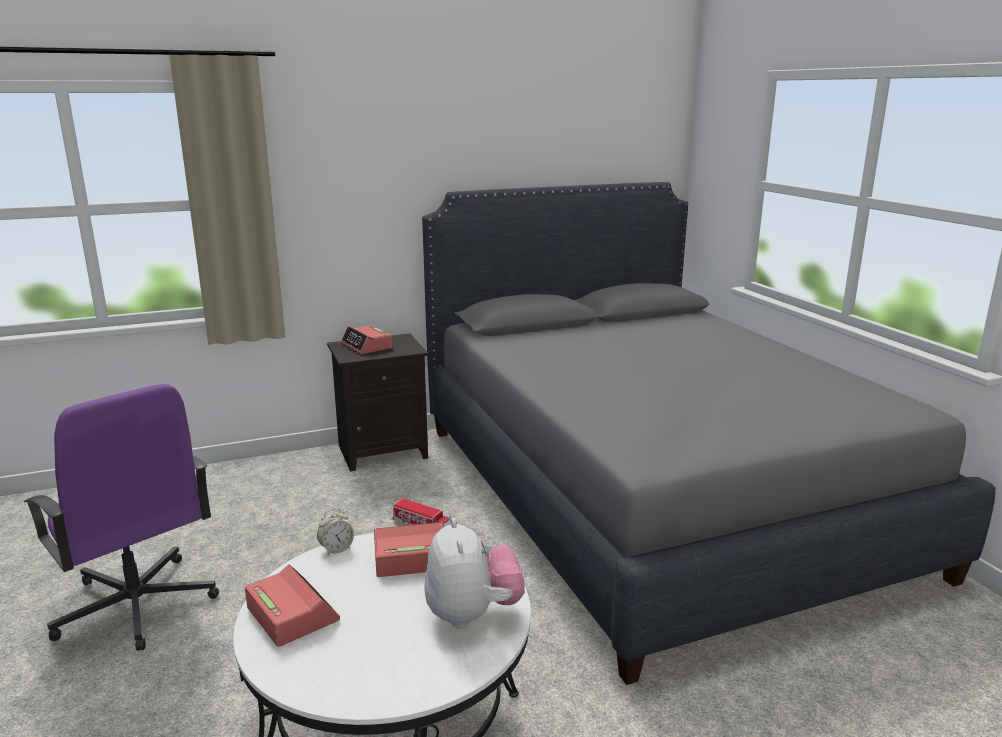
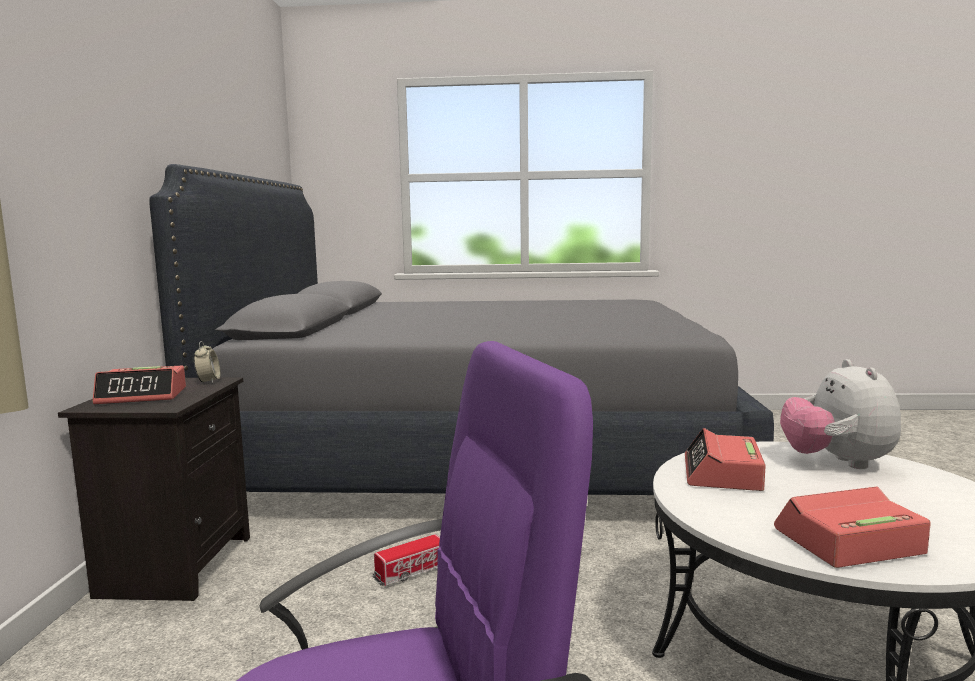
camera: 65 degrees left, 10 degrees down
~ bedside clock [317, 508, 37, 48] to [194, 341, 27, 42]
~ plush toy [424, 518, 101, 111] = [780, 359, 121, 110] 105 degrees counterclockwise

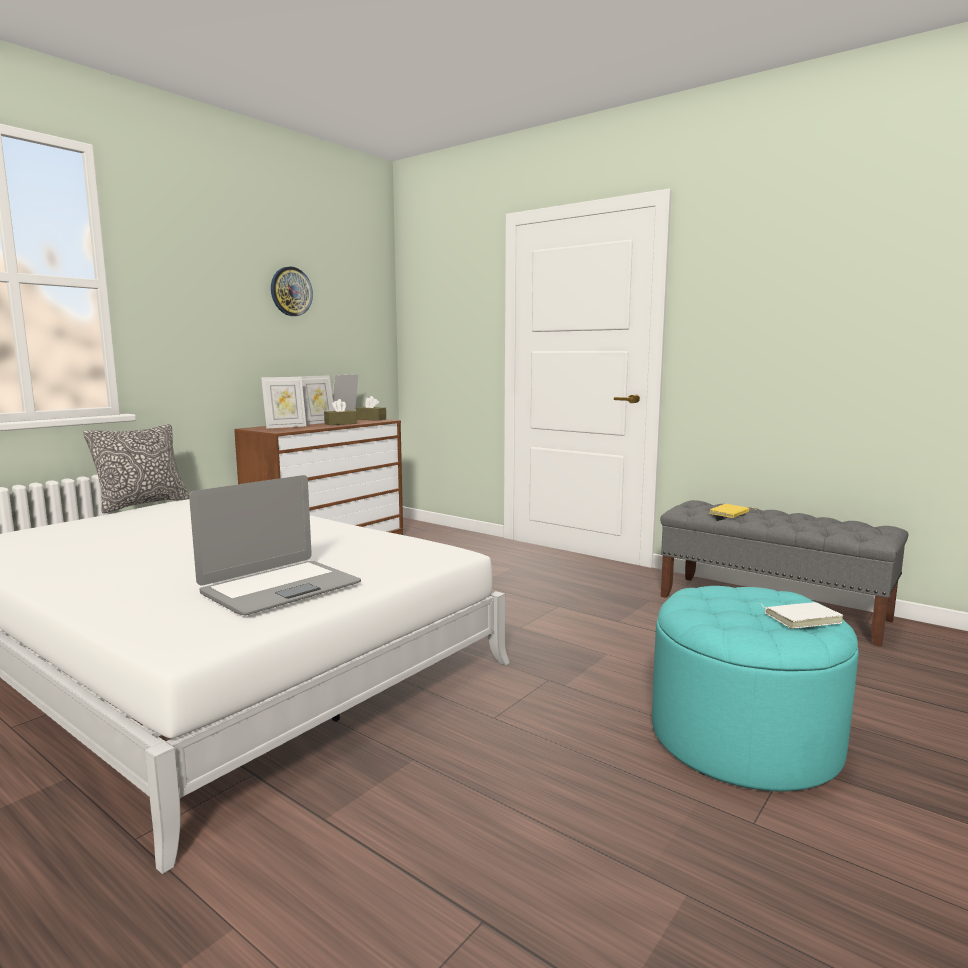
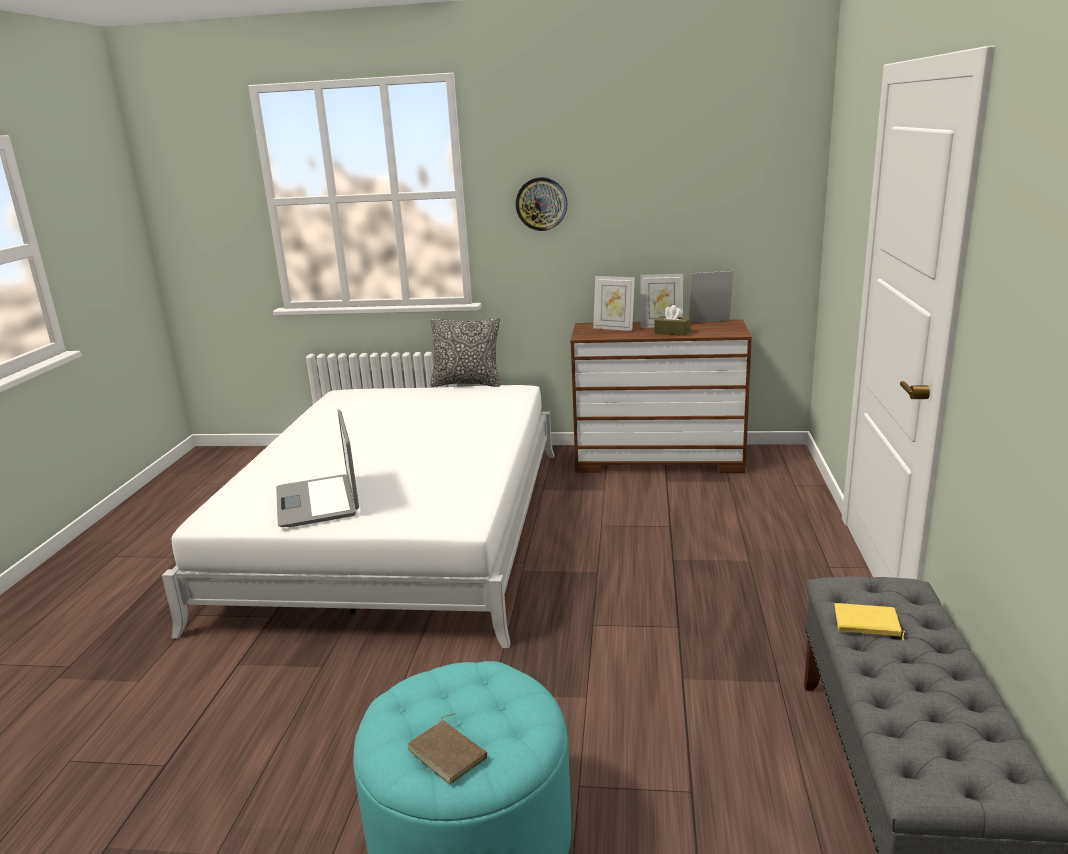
camera: 60 degrees right, 10 degrees up
~ wall clock [271, 266, 42, 50] to [516, 177, 52, 54]
- brownish tissue holder [356, 396, 30, 25]
~ laptop [189, 475, 172, 140] = [276, 410, 83, 117] 60 degrees clockwise
~ whitish bound book [757, 602, 87, 26] to brownish bound book [407, 713, 80, 71]

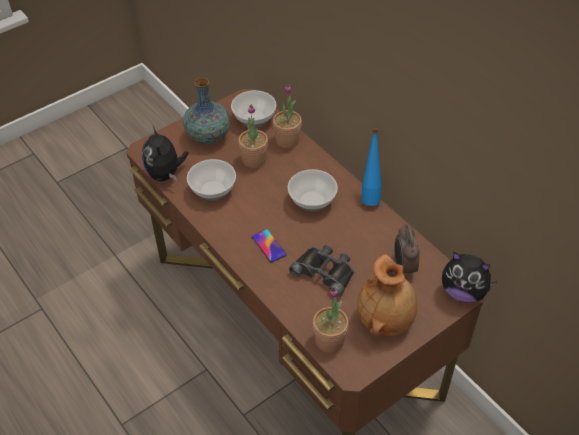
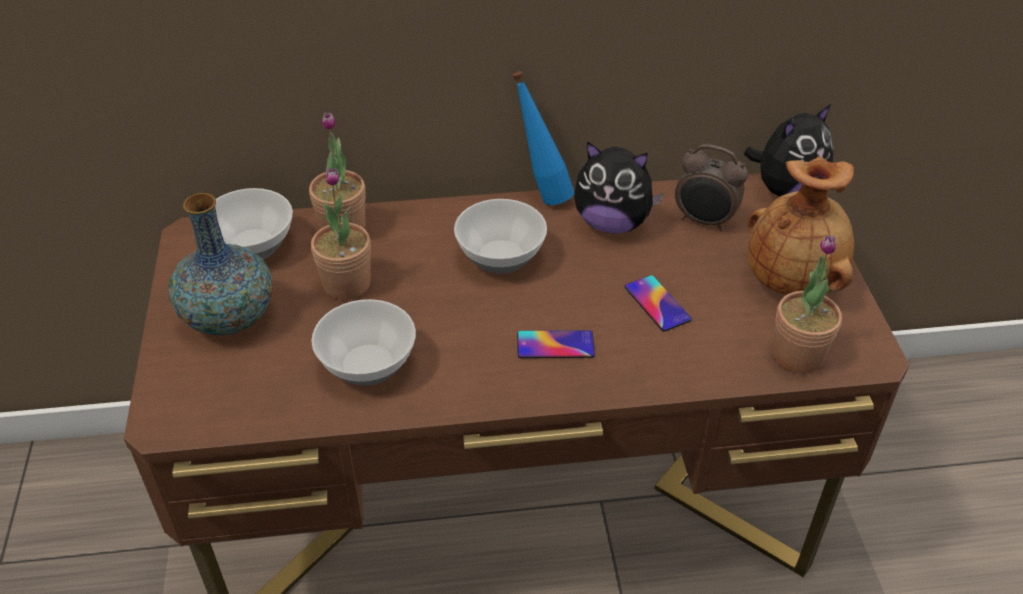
camera: 60 degrees left, 5 degrees down
~ plush toy [142, 125, 46, 56] to [574, 141, 90, 93]
~ black field glasses [289, 245, 65, 52] to telephone [624, 275, 68, 57]

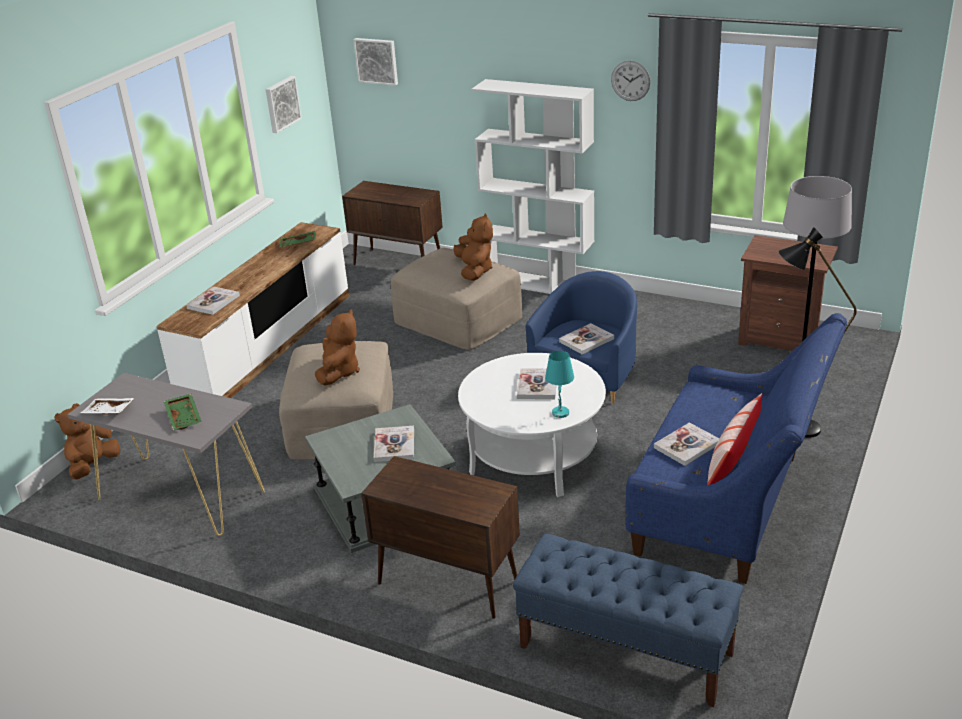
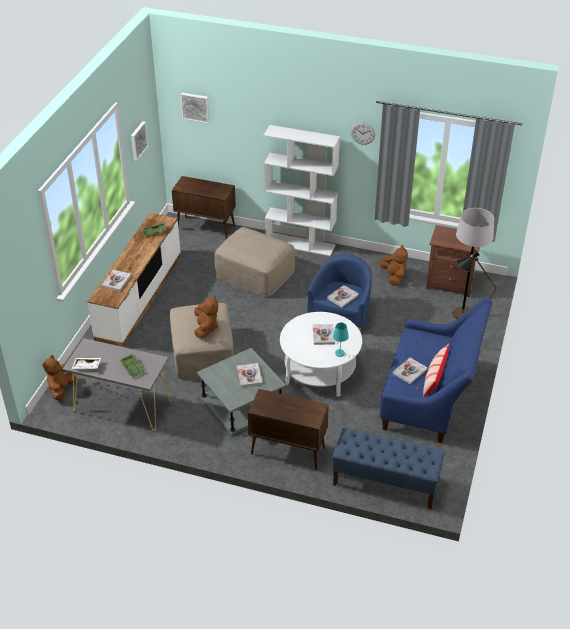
camera: 10 degrees left, 10 degrees up
~ brownish plush toy [454, 213, 39, 68] to [380, 245, 28, 41]

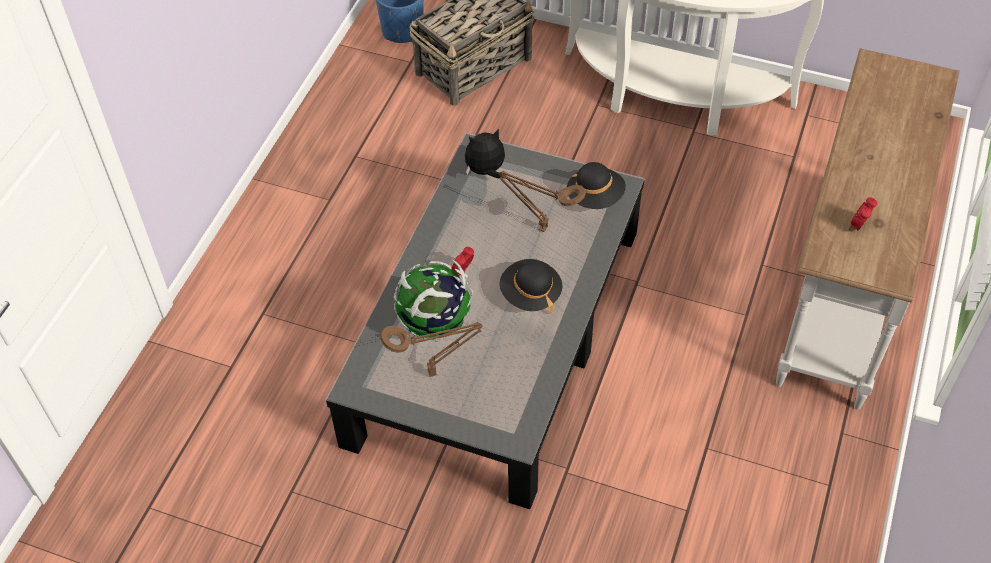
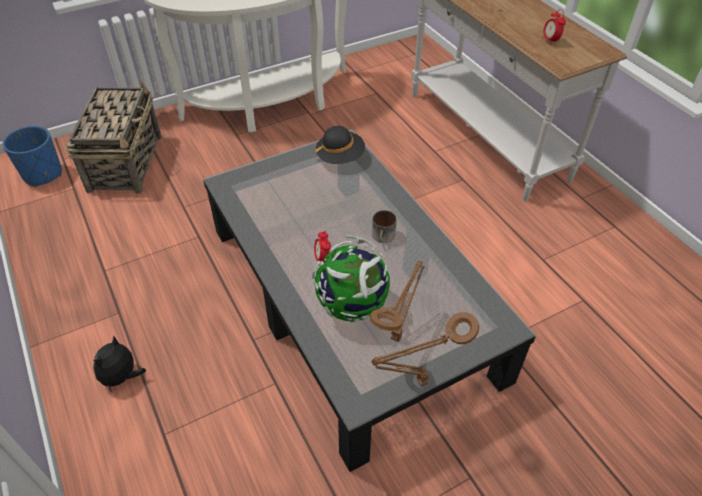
camera: 50 degrees left, 5 degrees down
~ plush toy [465, 129, 40, 50] to [93, 335, 53, 57]
~ brownish table lamp [499, 171, 87, 61] to [371, 312, 108, 74]
~ black clothing hat [499, 259, 64, 55] to mug [372, 210, 25, 33]

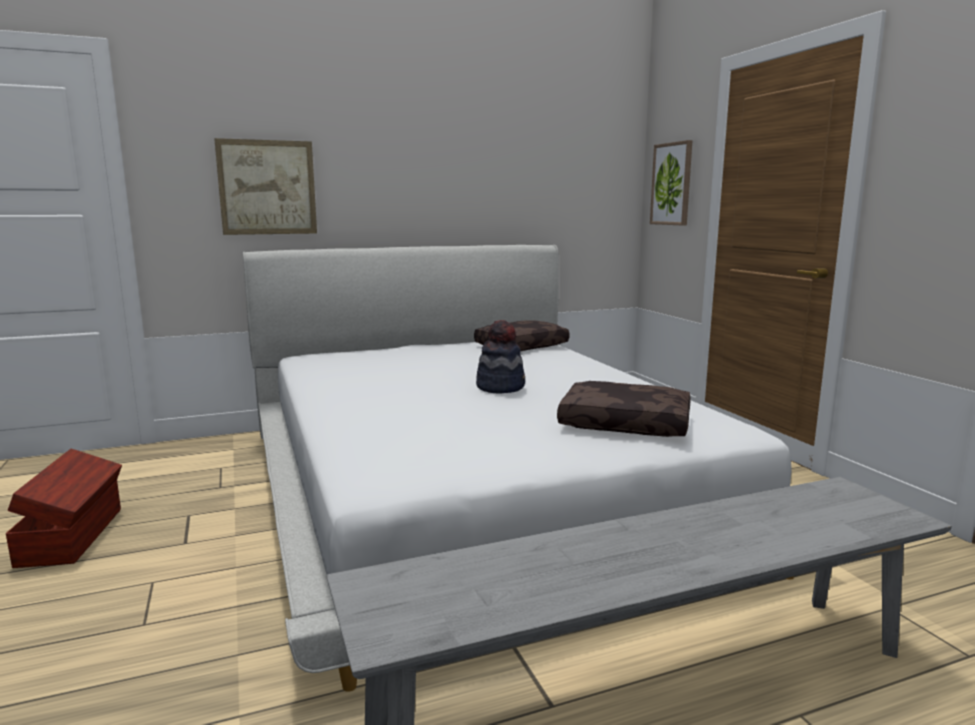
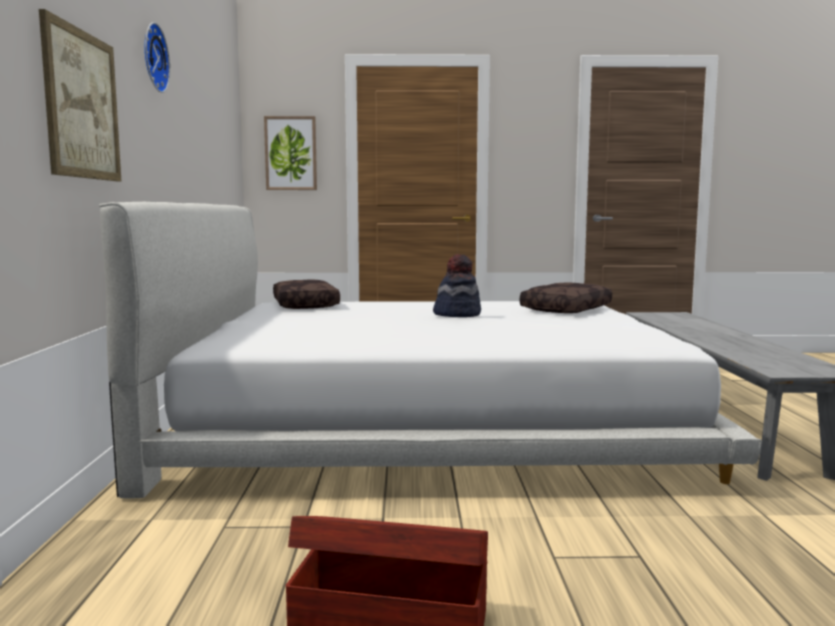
camera: 70 degrees left, 5 degrees down
+ wall clock [144, 22, 26, 71]

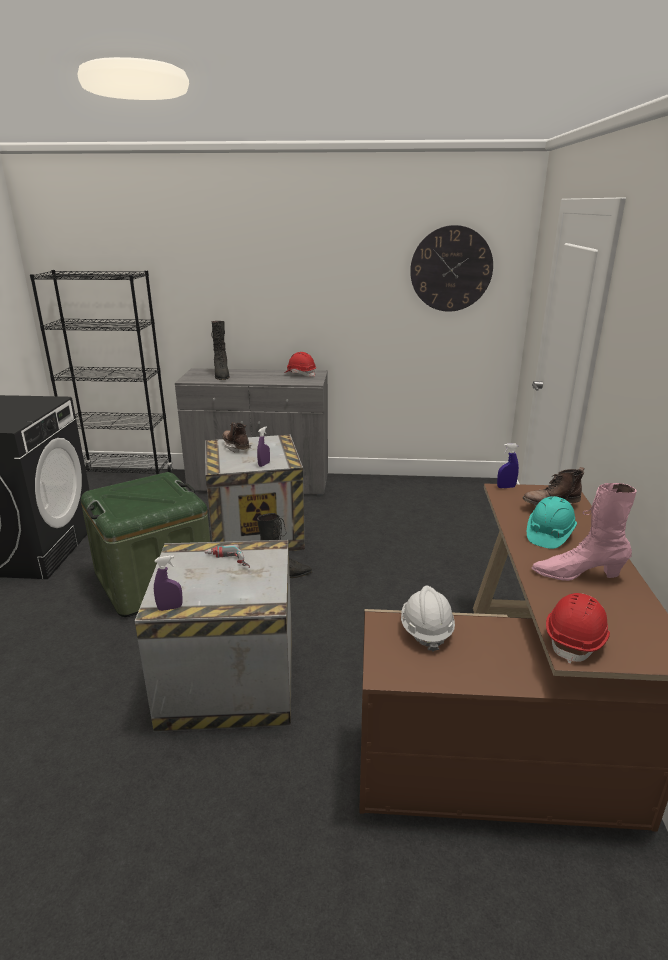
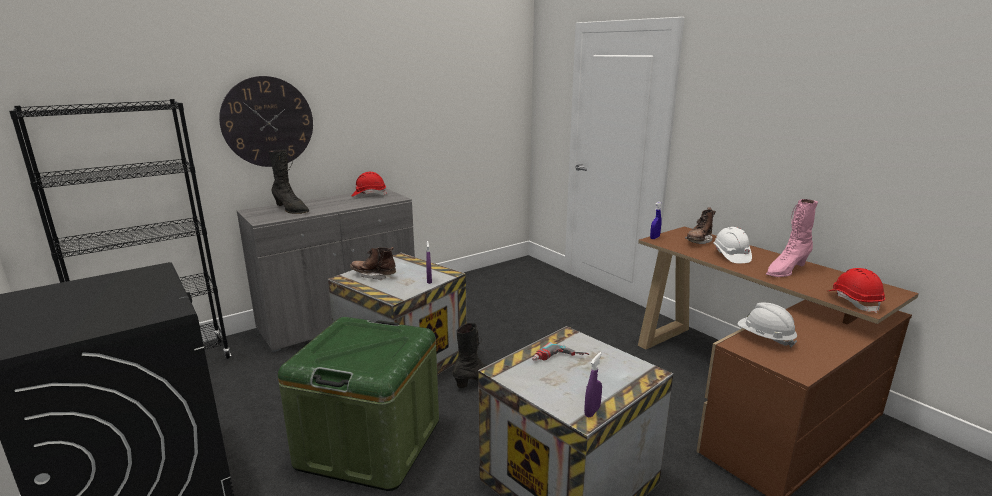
camera: 40 degrees left, 5 degrees down
~ wall clock [410, 225, 83, 87] to [219, 76, 94, 91]
~ turquoise-coloured hard hat [527, 496, 50, 53] to whitish hard hat [713, 227, 39, 36]

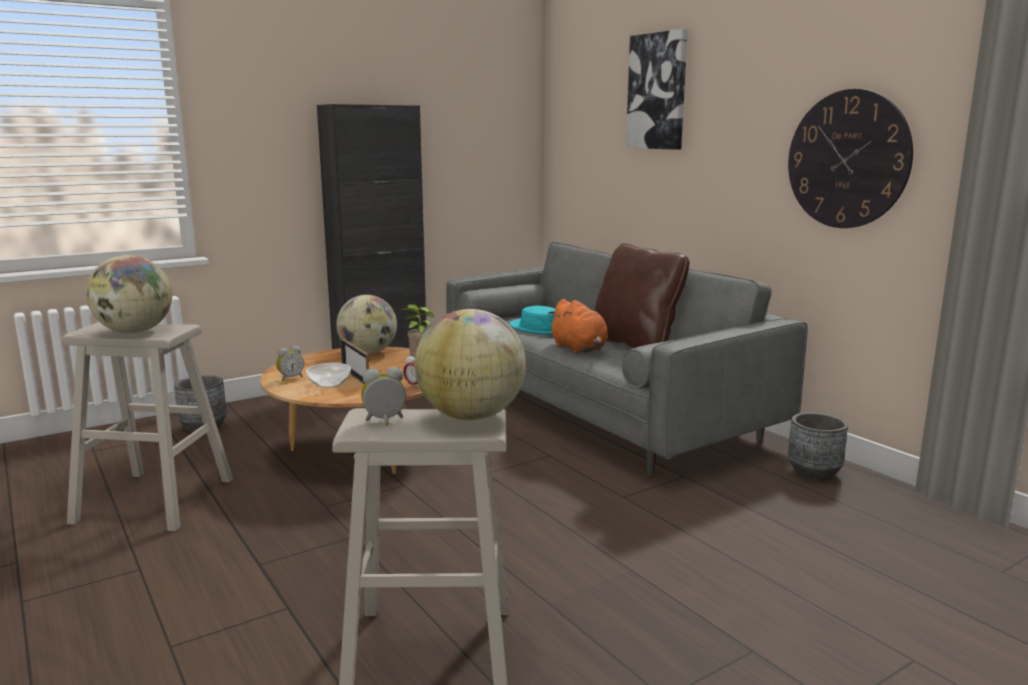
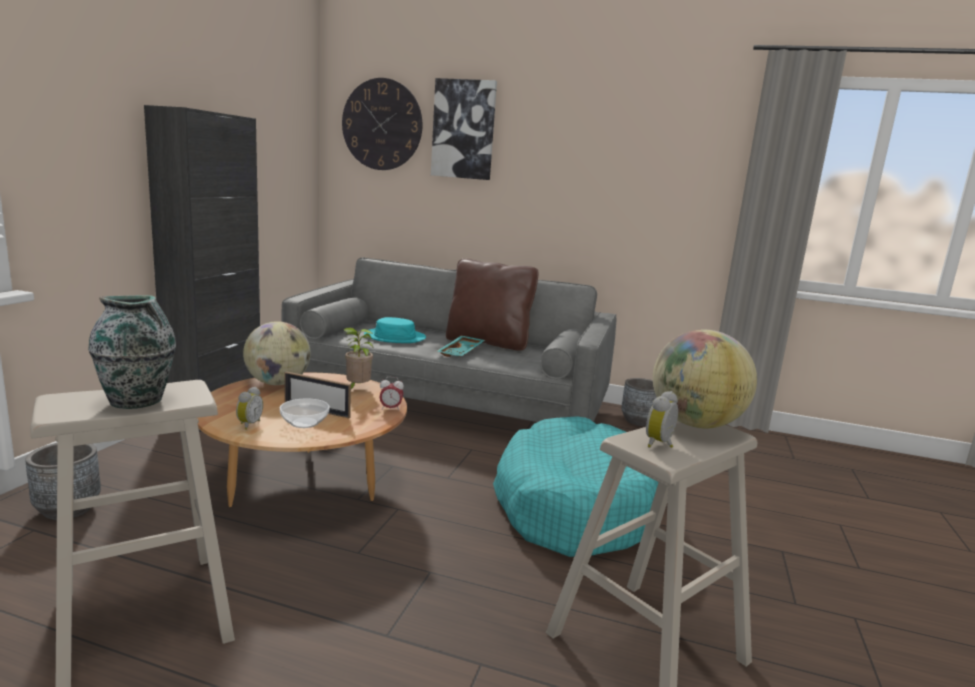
camera: 40 degrees left, 0 degrees up
~ wall clock [788, 89, 125, 139] to [342, 78, 81, 92]
~ world globe [86, 255, 86, 78] to decorative vase [88, 295, 88, 114]
~ orange plush toy [548, 299, 60, 55] to turquoise-coloured carrying tray [437, 336, 48, 21]
+ turquoise-coloured dog cushion [493, 416, 166, 141]

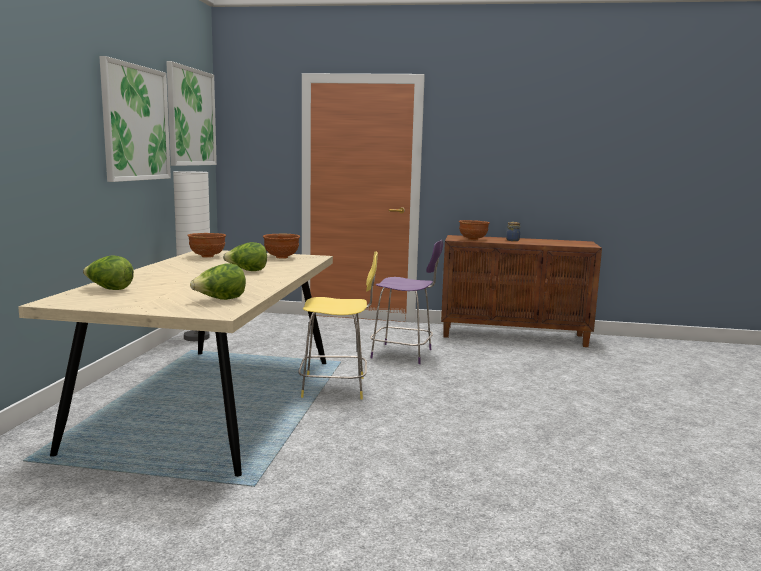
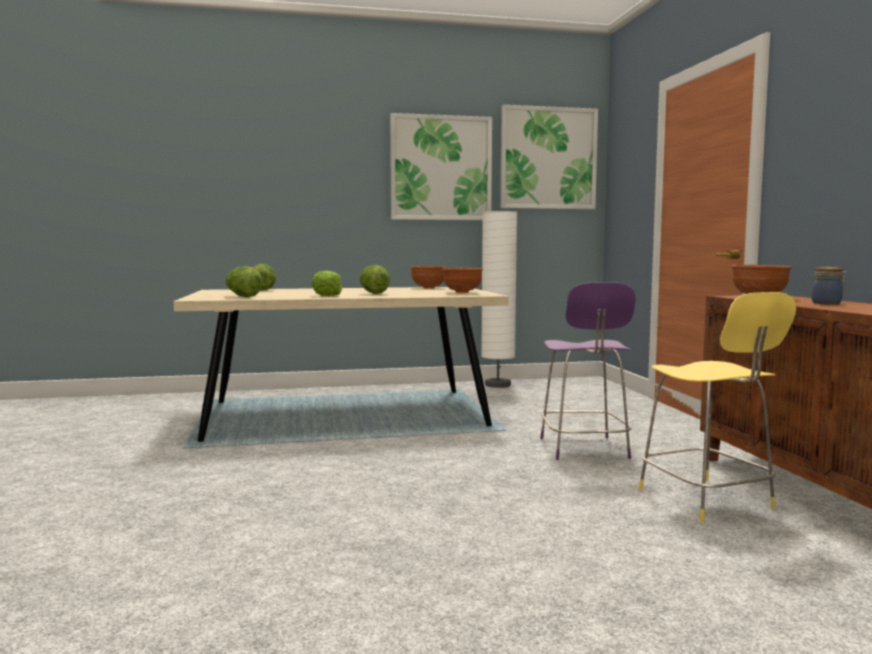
camera: 70 degrees right, 5 degrees down
~ yellowish stool [298, 251, 80, 149] to [639, 292, 157, 231]
+ lettuce head [311, 271, 31, 25]

